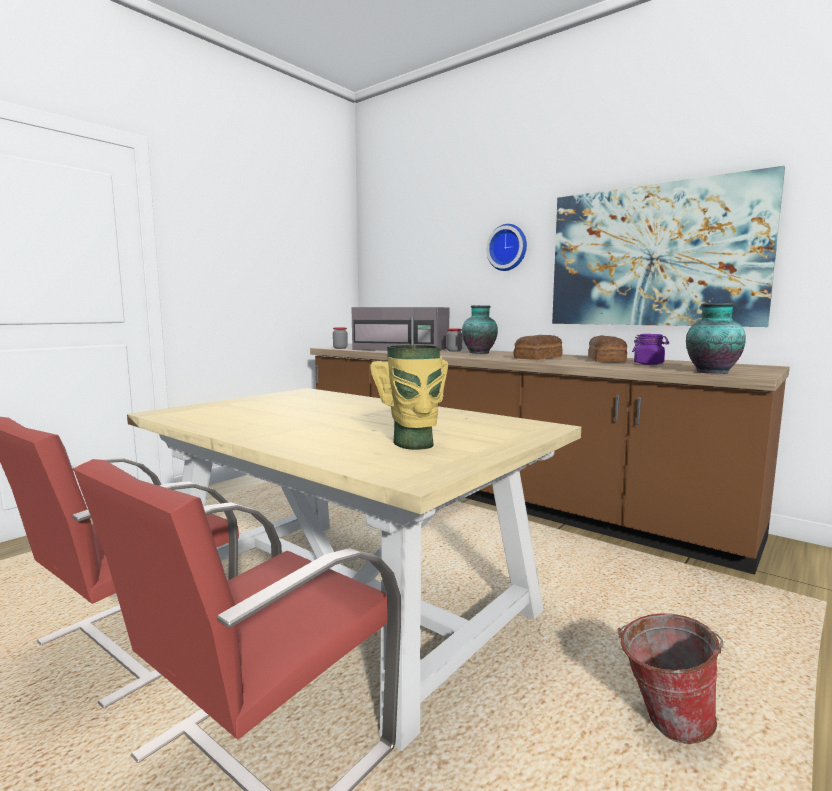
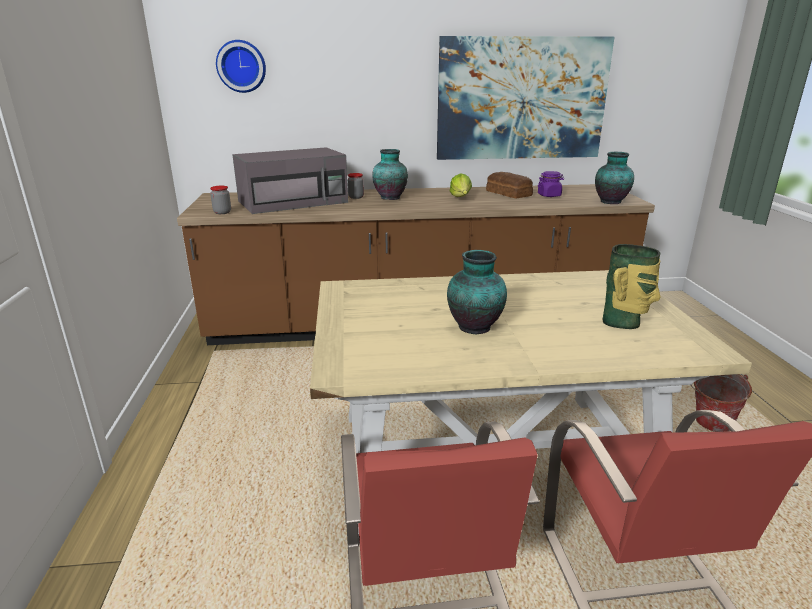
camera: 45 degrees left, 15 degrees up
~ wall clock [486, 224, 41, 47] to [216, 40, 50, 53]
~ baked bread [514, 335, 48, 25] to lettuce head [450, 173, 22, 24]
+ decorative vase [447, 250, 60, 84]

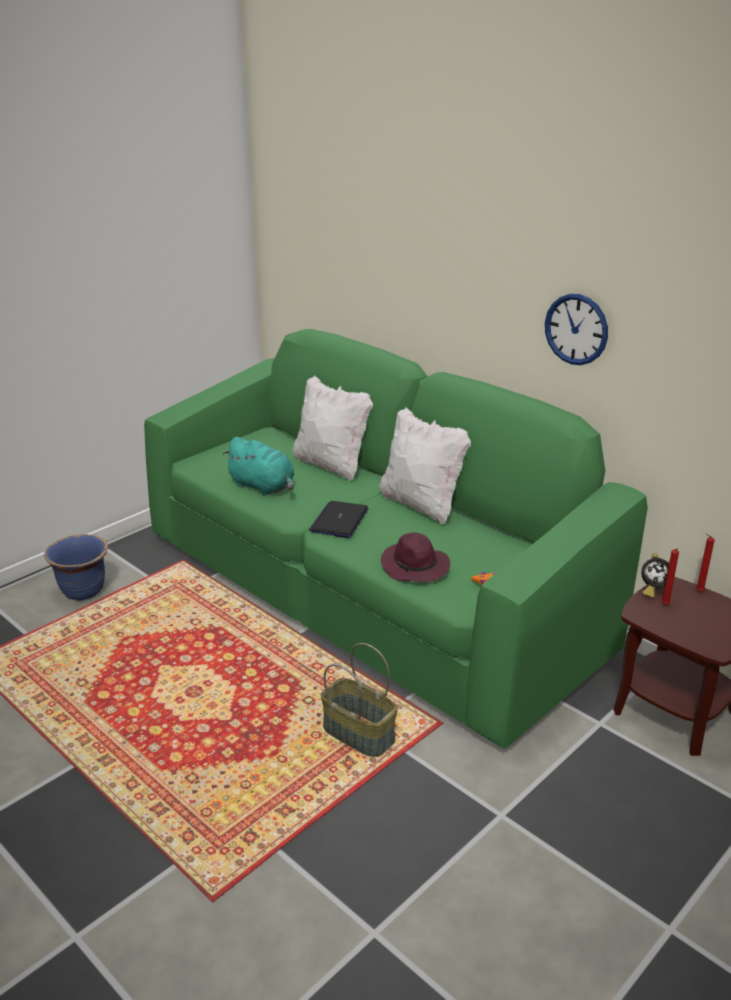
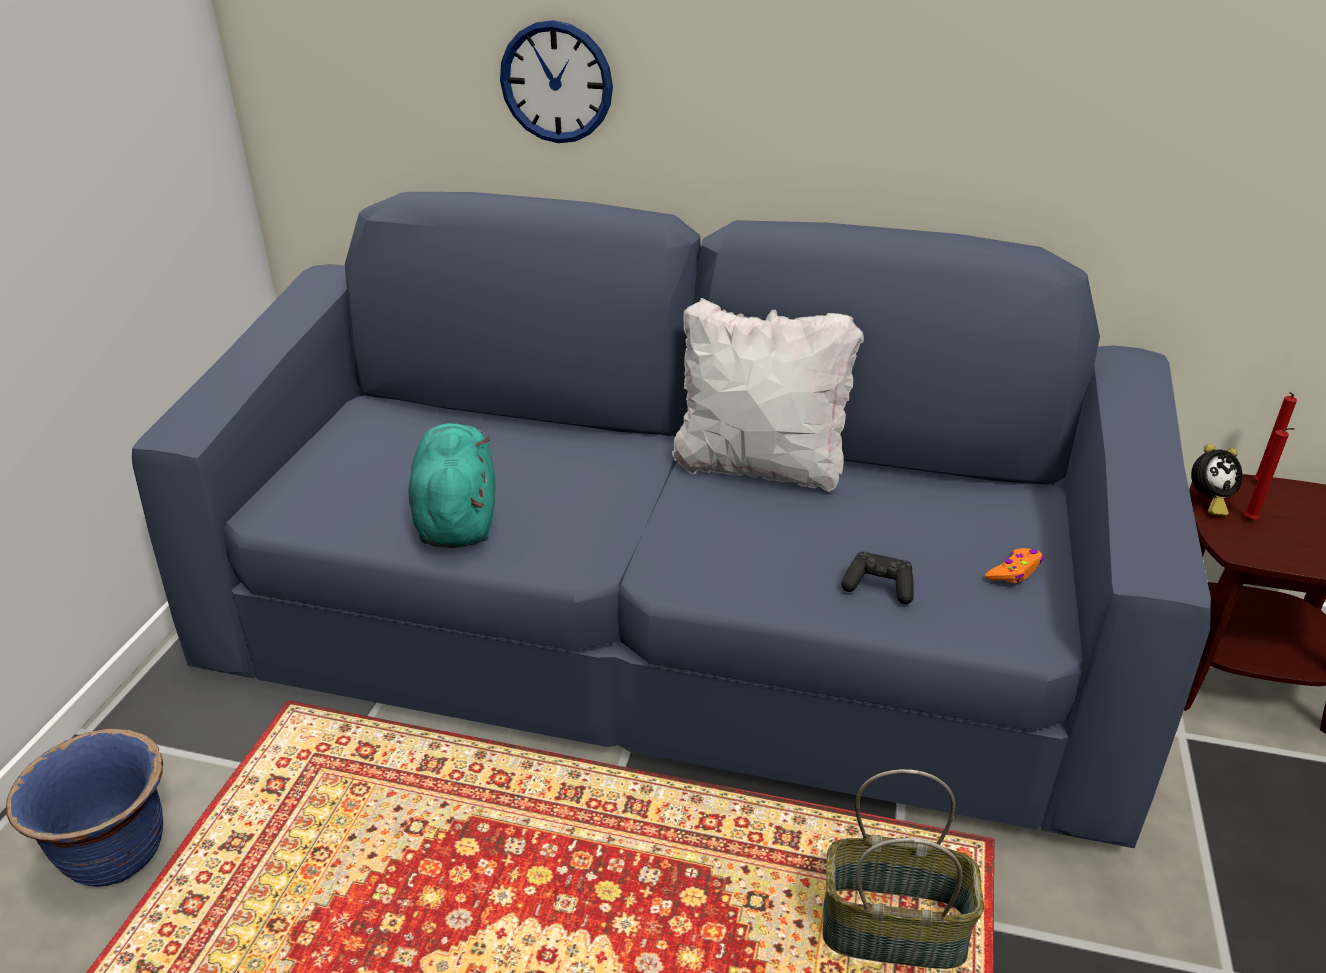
camera: 30 degrees left, 5 degrees up
~ wall clock [545, 294, 63, 71] to [500, 20, 113, 123]
~ greenish couch [144, 329, 504, 420] to blue-coloured couch [132, 192, 1079, 656]
- whitish cushion [293, 375, 80, 106]
~ turquoise-coloured plush toy [223, 437, 72, 59] = [408, 423, 87, 125] 105 degrees counterclockwise
- laptop [309, 501, 60, 37]
~ purple clothing hat [381, 532, 69, 50] to black game controller [841, 552, 73, 53]

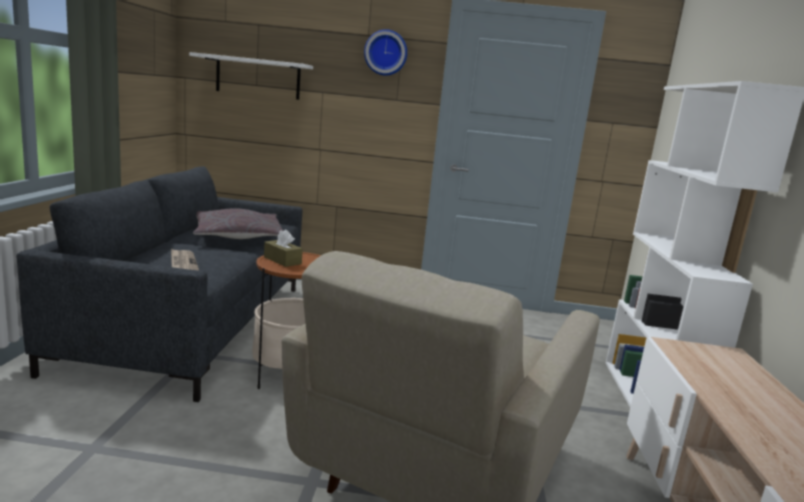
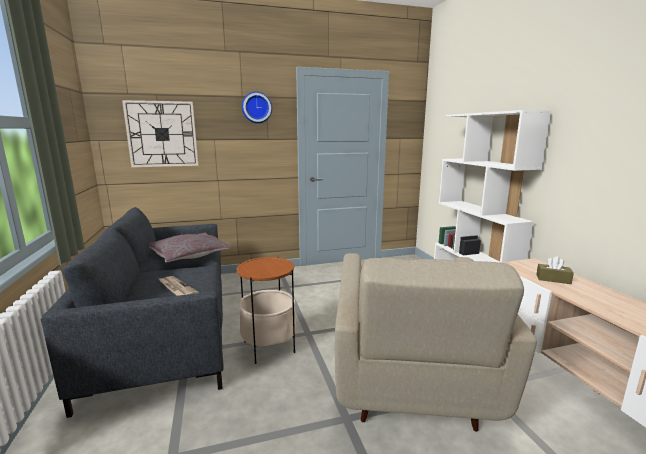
camera: 20 degrees left, 0 degrees up
~ whitish wall shelf [189, 52, 124, 48] to wall clock [122, 100, 76, 67]
~ brownish tissue holder [264, 229, 39, 38] to [536, 256, 38, 28]

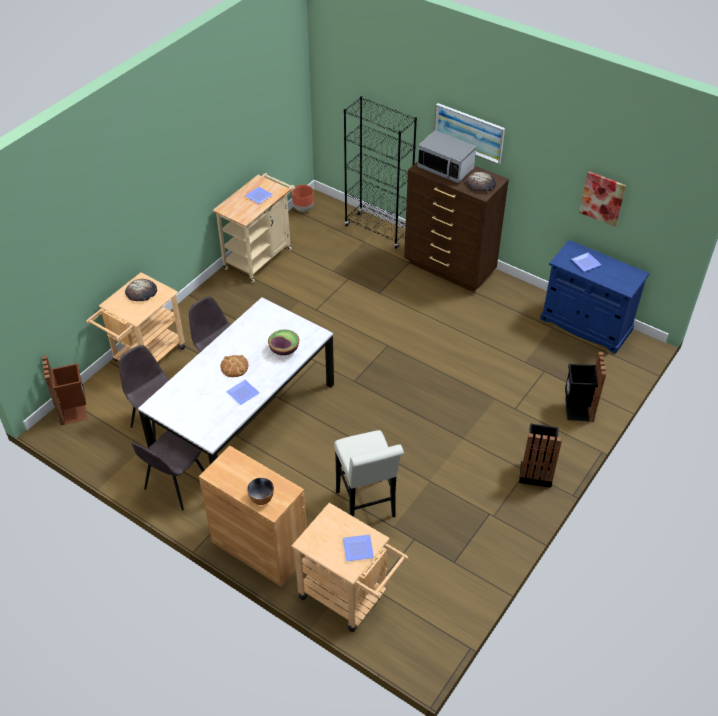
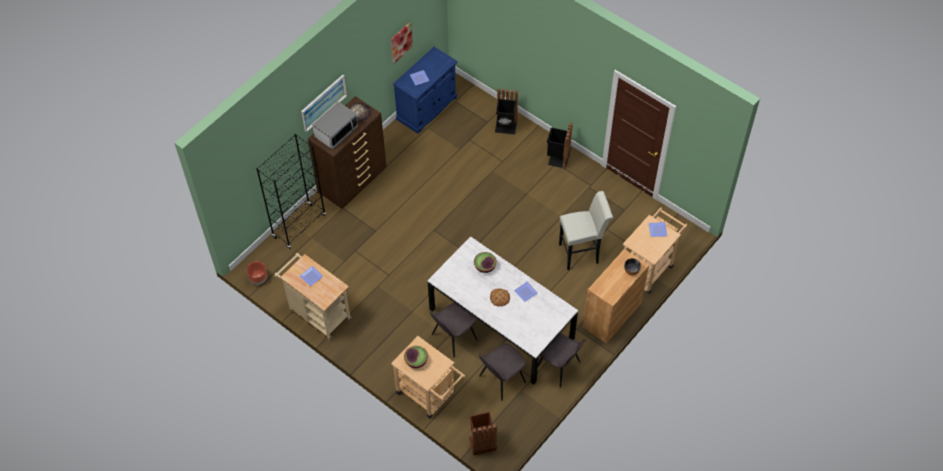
camera: 85 degrees left, 10 degrees up
~ baked bread [125, 279, 32, 22] to deep dish [404, 346, 24, 22]

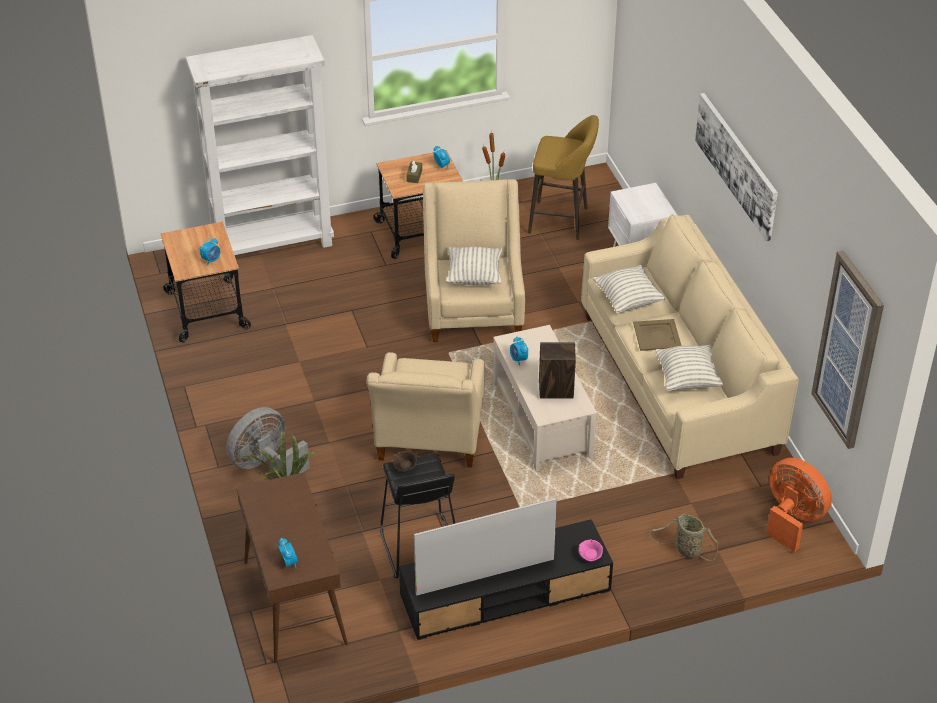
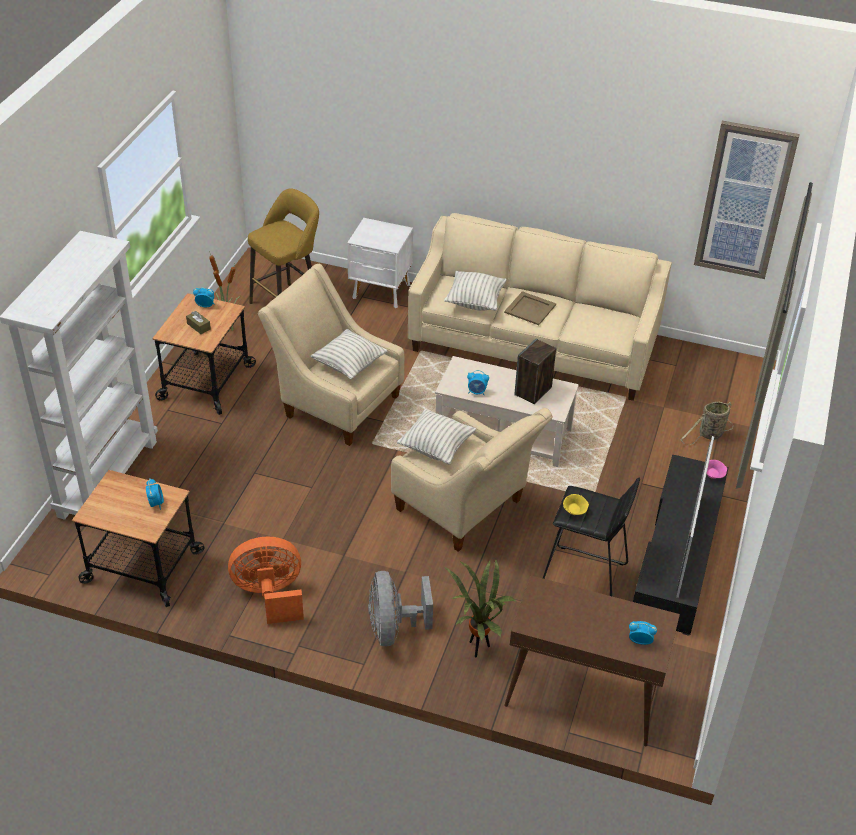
camera: 55 degrees left, 0 degrees up
- wall picture [695, 93, 83, 148]
~ cushion [655, 345, 68, 46] to [397, 408, 79, 56]
~ brownish deep dish [393, 451, 24, 21] to yellowish deep dish [563, 494, 26, 21]
~ orange electric fan [766, 458, 66, 94] to [228, 537, 76, 87]

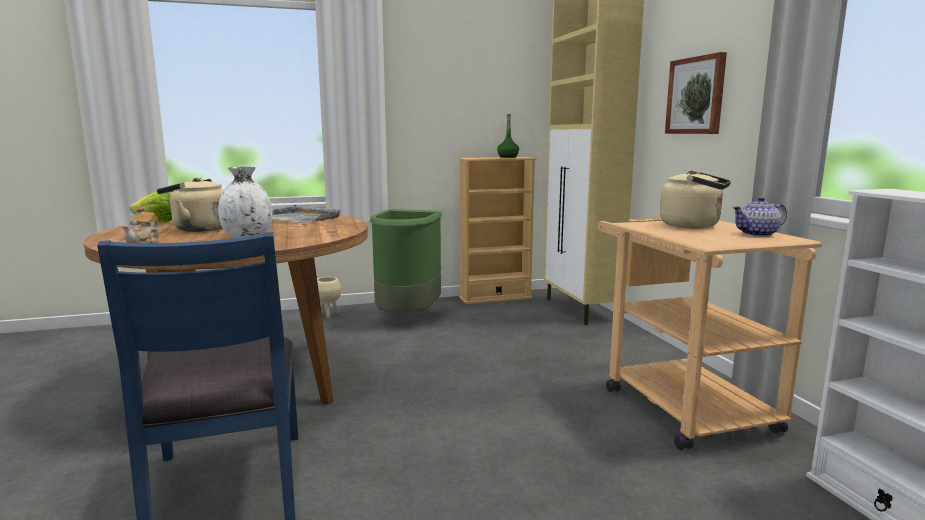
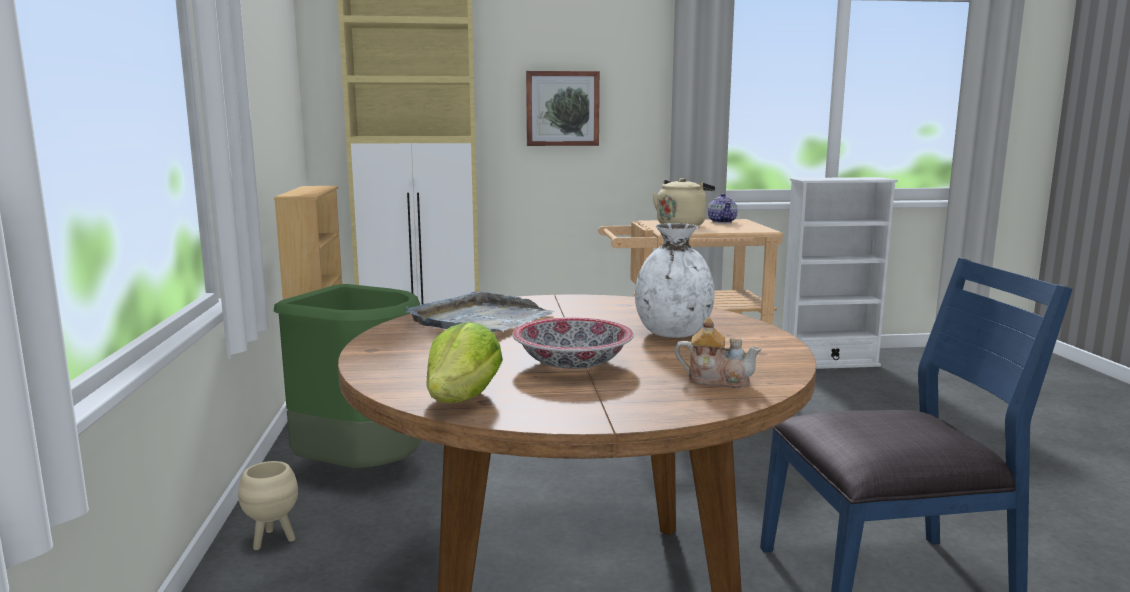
camera: 80 degrees left, 0 degrees up
- greenish bottle [497, 114, 22, 44]
~ beige-coloured tea kettle [157, 177, 67, 55] to deep dish [512, 318, 122, 51]

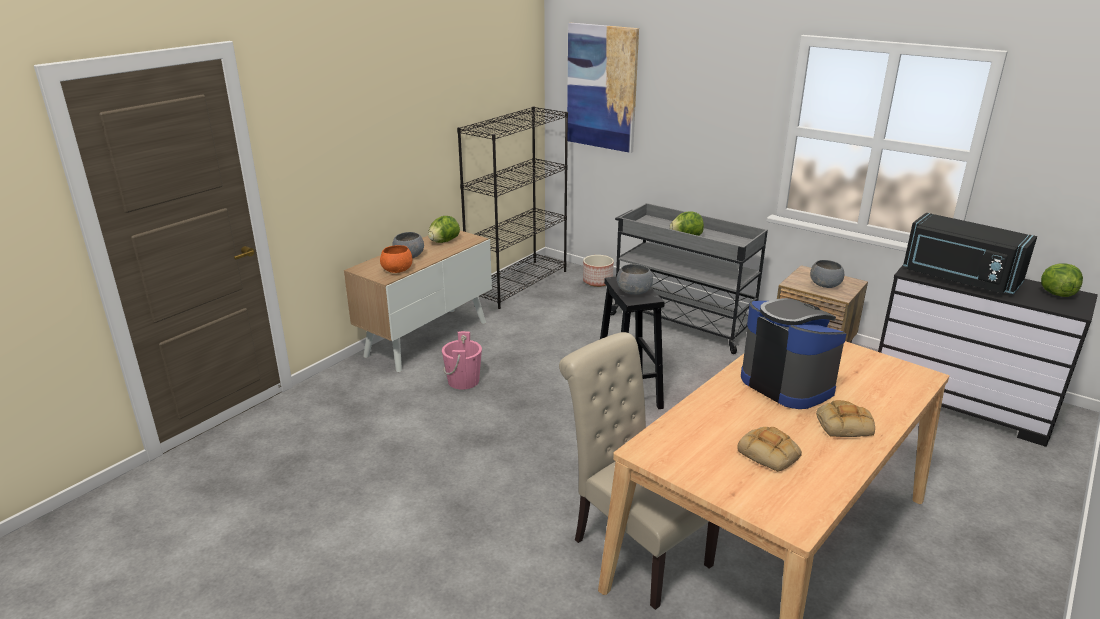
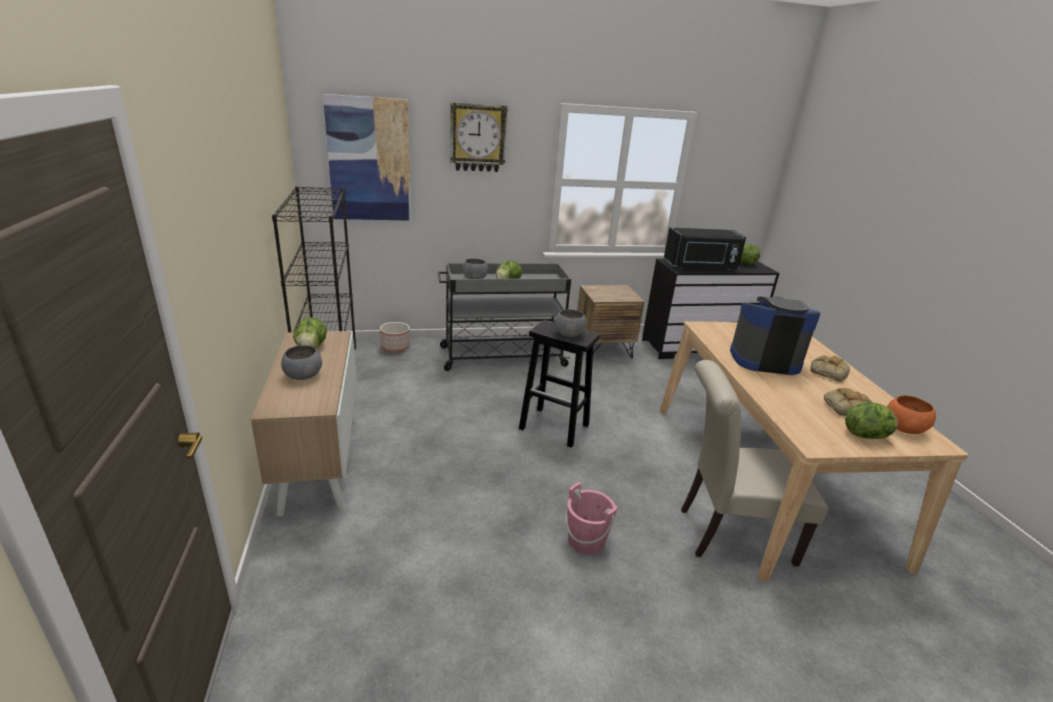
camera: 50 degrees left, 0 degrees up
~ orange deep dish [380, 245, 32, 28] to [887, 395, 49, 39]
~ grey deep dish [810, 260, 34, 28] to [462, 259, 26, 20]
~ pinkish pail [442, 331, 40, 59] to [565, 482, 53, 73]
+ wall clock [450, 102, 58, 70]
+ lettuce head [845, 402, 53, 37]

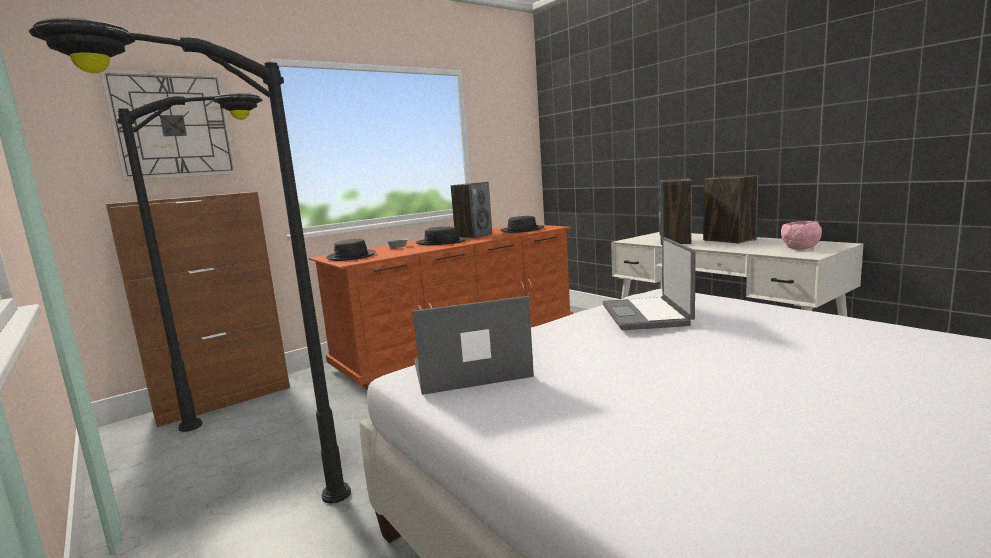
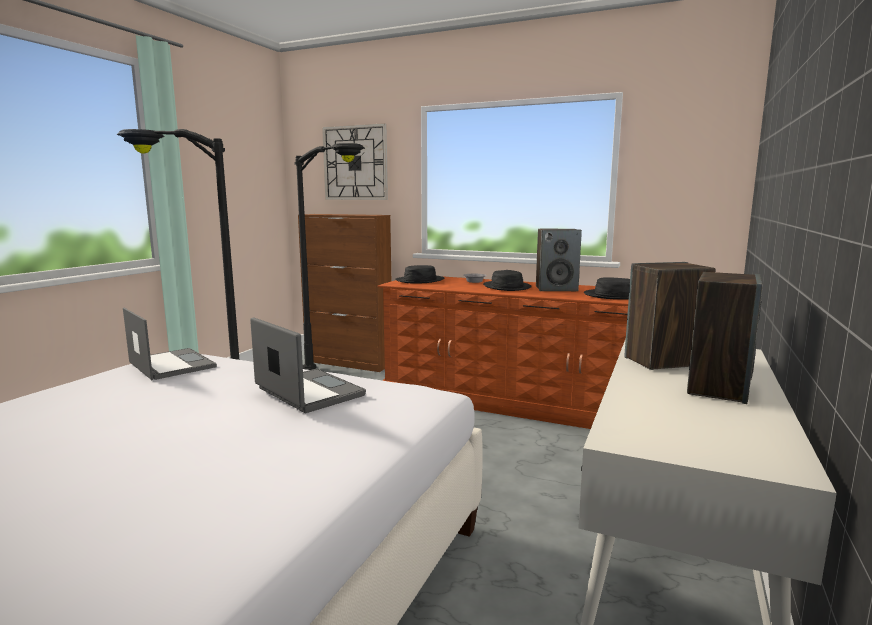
camera: 60 degrees right, 0 degrees up
- pinkish deep dish [781, 221, 41, 29]
~ laptop [602, 237, 94, 93] = [250, 317, 116, 96] 75 degrees clockwise

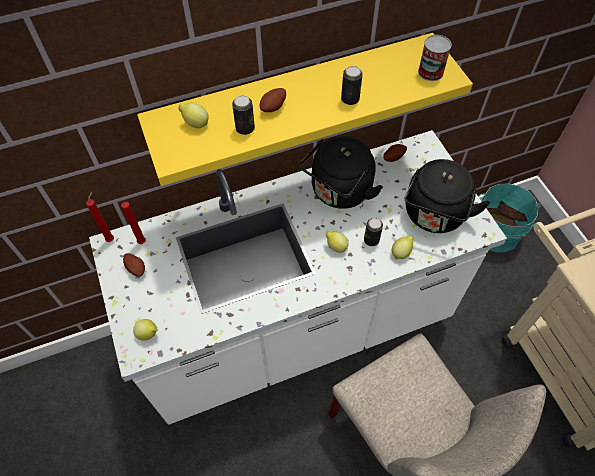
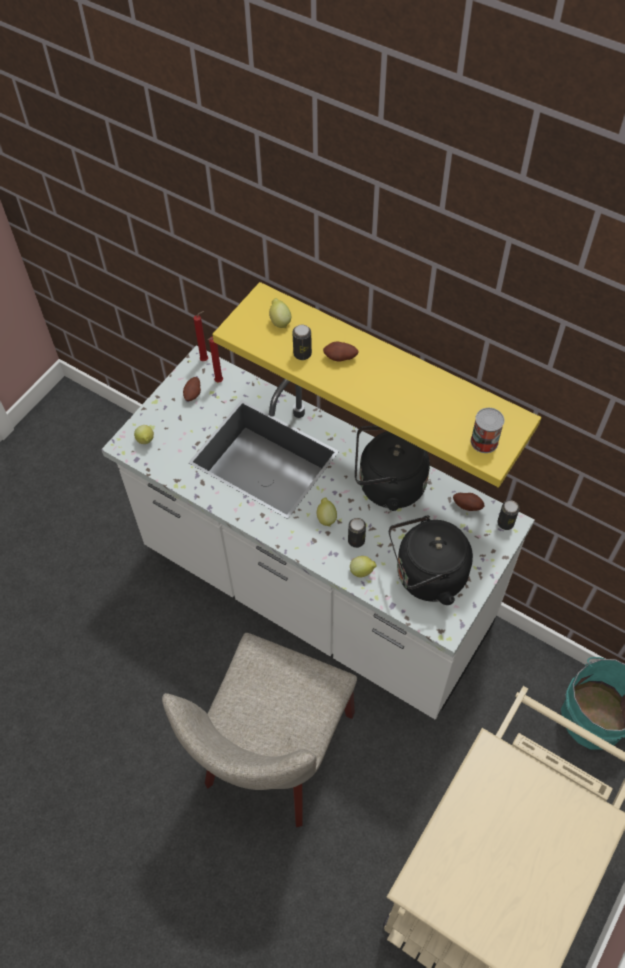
camera: 55 degrees right, 0 degrees up
~ metal can [341, 66, 22, 39] to [497, 500, 22, 30]

